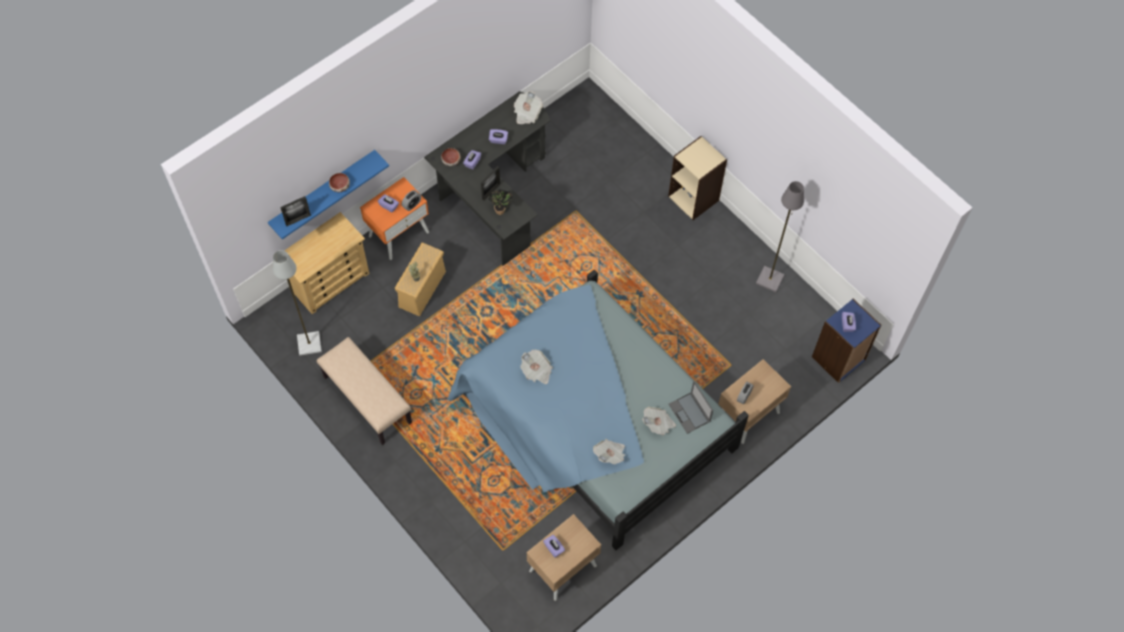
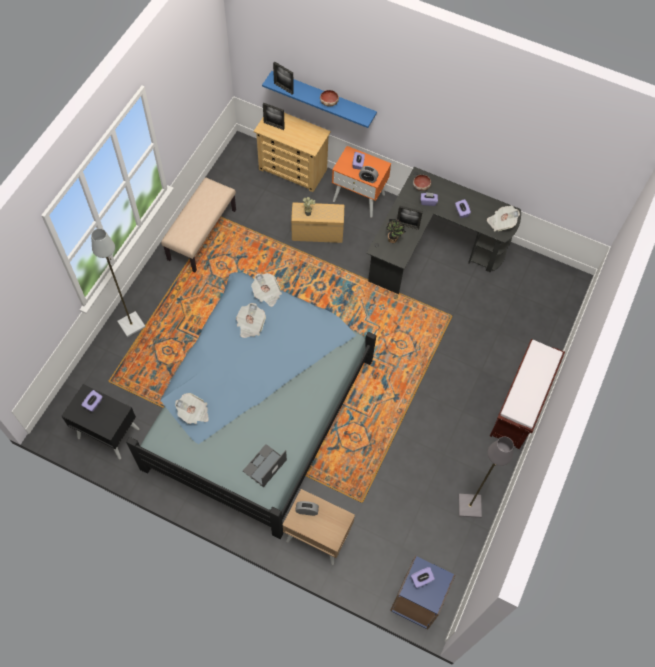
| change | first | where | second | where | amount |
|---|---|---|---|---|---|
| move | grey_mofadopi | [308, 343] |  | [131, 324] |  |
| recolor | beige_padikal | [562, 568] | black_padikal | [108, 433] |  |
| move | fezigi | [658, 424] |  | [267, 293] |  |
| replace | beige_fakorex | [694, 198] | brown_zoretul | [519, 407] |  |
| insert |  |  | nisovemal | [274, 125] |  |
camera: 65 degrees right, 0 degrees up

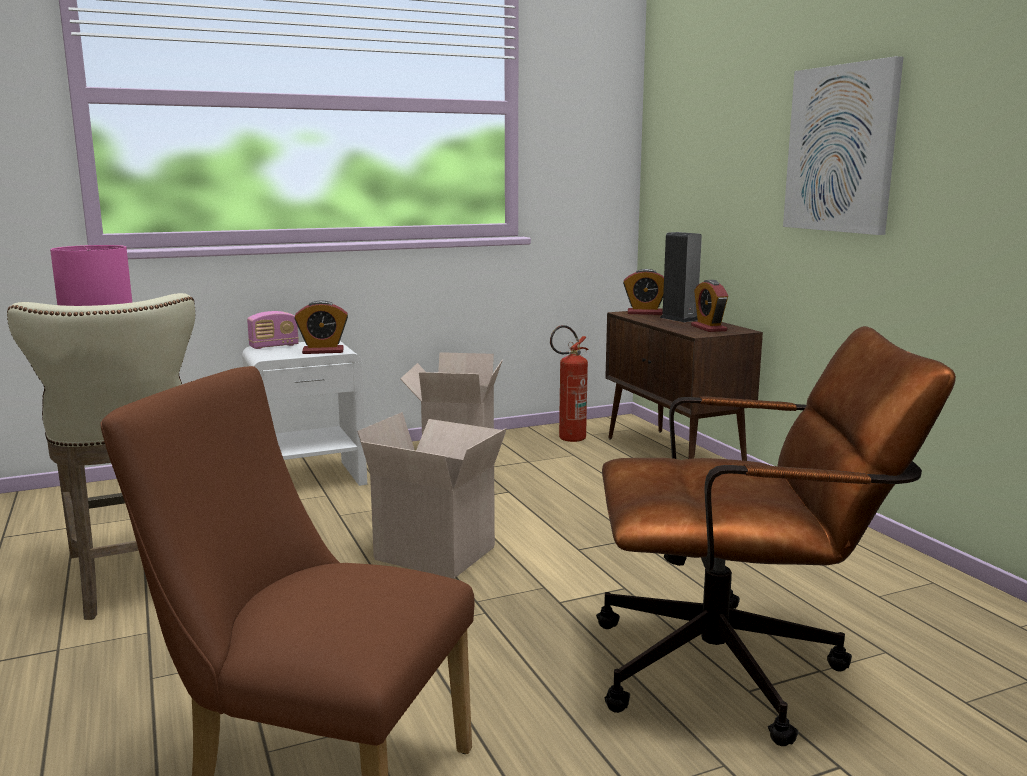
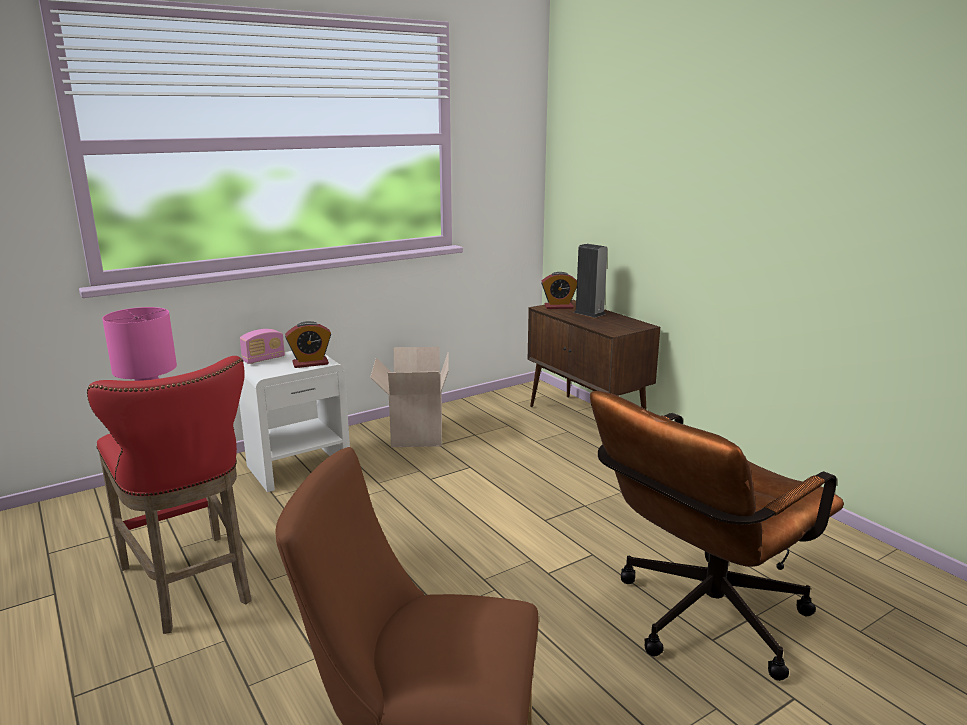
| change | first | where | second | where | amount |
|---|---|---|---|---|---|
| recolor | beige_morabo | [135, 579] | red_morabo | [190, 587] |  |
| delete | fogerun | [438, 552] |  |  |  |
| delete | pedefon | [567, 439] |  |  |  |
| rotate | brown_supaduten | [739, 669] |  | [699, 621] | 150 degrees clockwise |
| delete | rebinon | [708, 328] |  |  |  |
| delete | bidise | [841, 149] |  |  |  |
camera: 10 degrees left, 5 degrees up

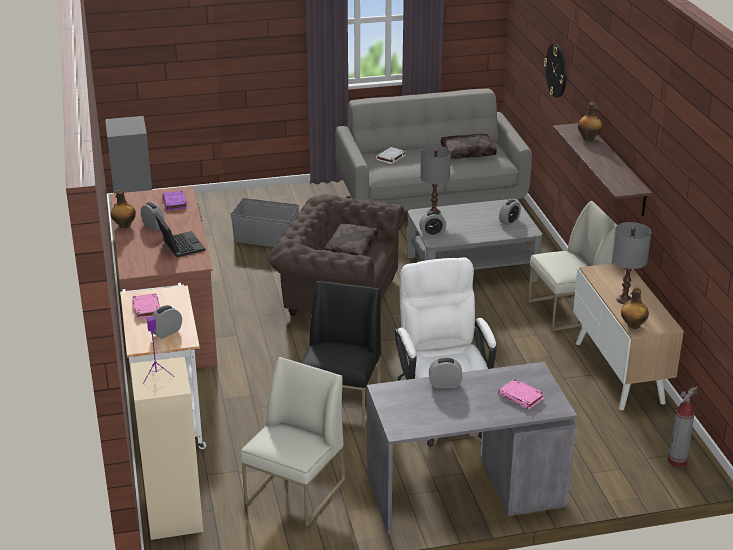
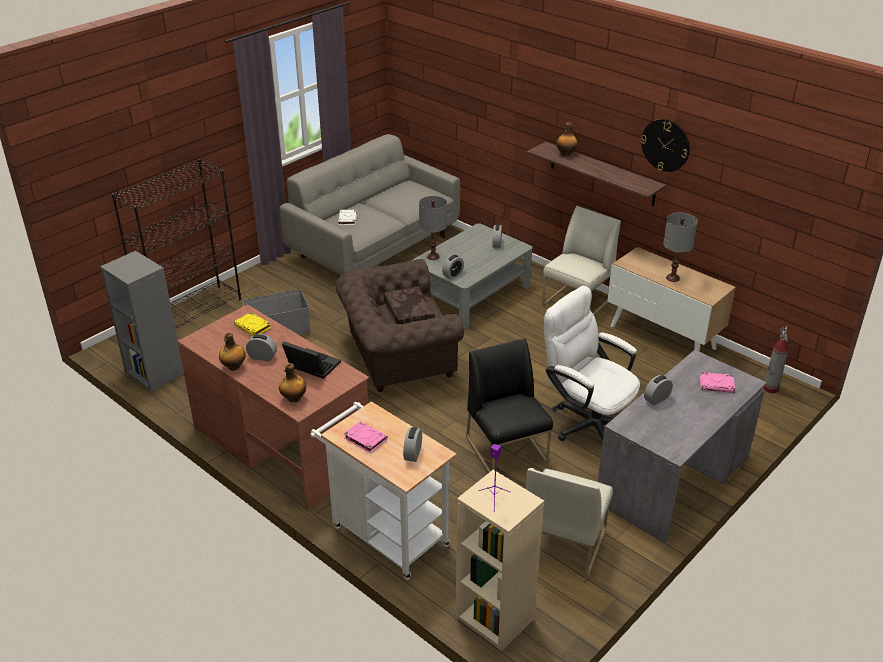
| change | first | where | second | where | amount |
|---|---|---|---|---|---|
| recolor | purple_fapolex | [175, 203] | yellow_fapolex | [253, 327] |  |
| rotate | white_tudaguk | [295, 492] |  | [562, 545] | 150 degrees counterclockwise |
| delete | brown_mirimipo | [468, 152] |  |  |  |
| move | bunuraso | [556, 70] |  | [665, 145] |  |
| move | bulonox | [633, 325] |  | [293, 398] |  |
| insert |  |  | black_fakorex | [192, 312] |  |
camera: 35 degrees left, 5 degrees up

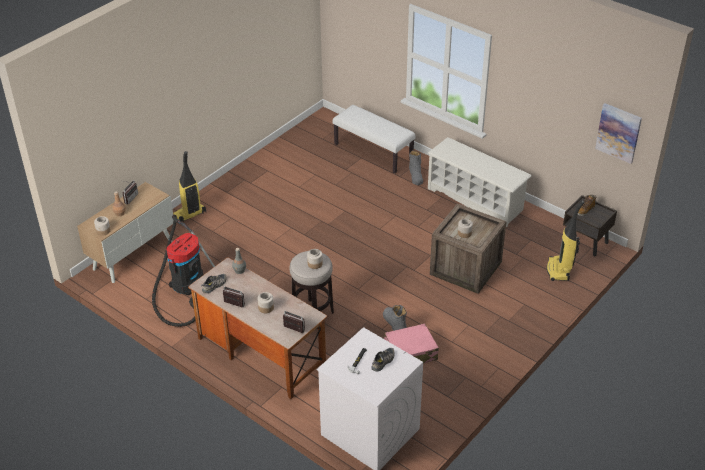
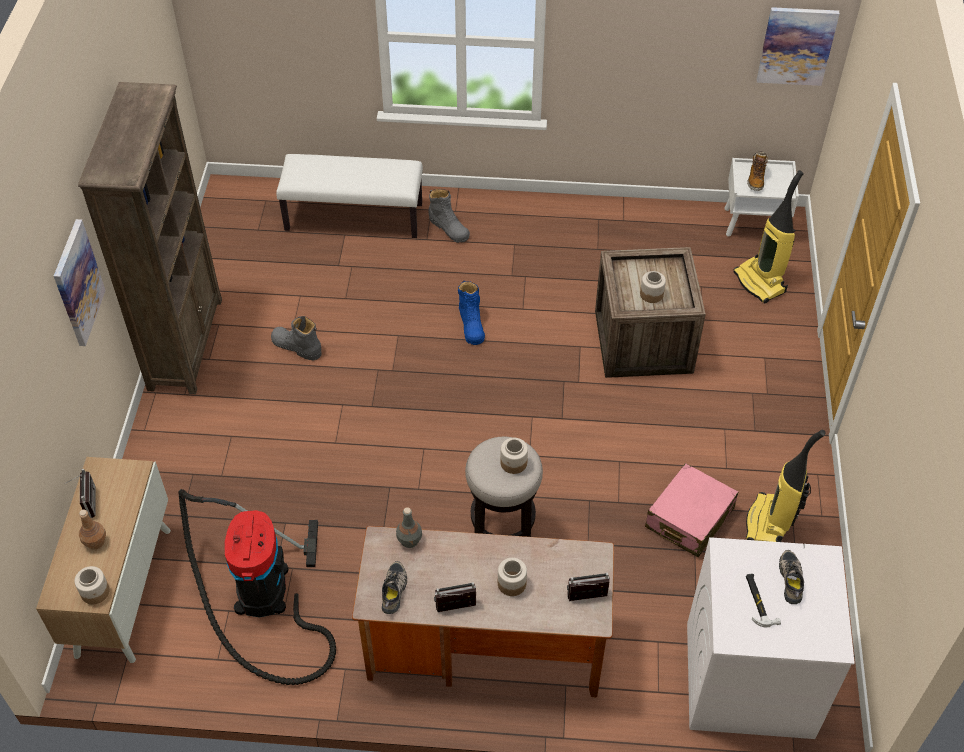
| change | first | where | second | where | amount |
|---|---|---|---|---|---|
| move | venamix | [189, 215] |  | [769, 523] |  |
| move | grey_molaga | [394, 323] |  | [296, 347] |  |
| delete | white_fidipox | [475, 199] |  |  |  |
| recolor | brown_padikal | [586, 242] | white_padikal | [755, 223] |  |
| insert |  |  | bidise | [77, 283] |  |
| insert |  |  | brown_fakorex | [186, 343] |  |
| insert |  |  | blue_molaga | [471, 325] |  |
camera: 35 degrees left, 10 degrees up

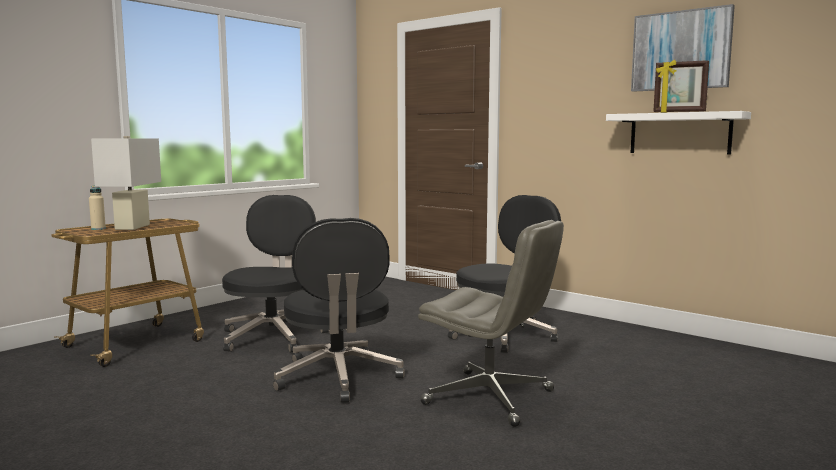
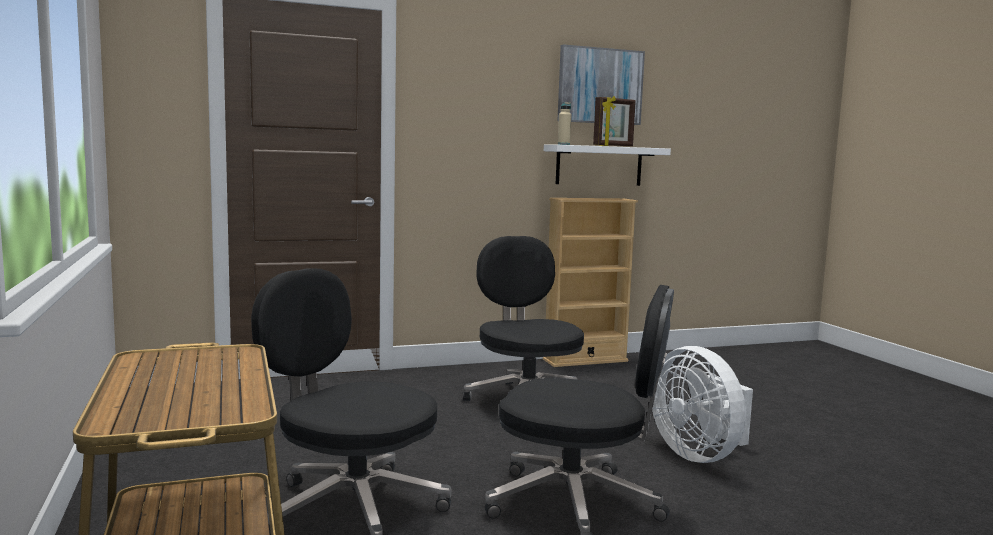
| change | first | where | second | where | amount |
|---|---|---|---|---|---|
| move | beige_bulonox | [98, 229] |  | [563, 144] |  |
| delete | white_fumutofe | [132, 227] |  |  |  |
| replace | grey_supaduten | [490, 398] | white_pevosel | [699, 454] |  |
| insert |  |  | beige_fakorex | [585, 360] |  |
camera: 60 degrees left, 0 degrees up

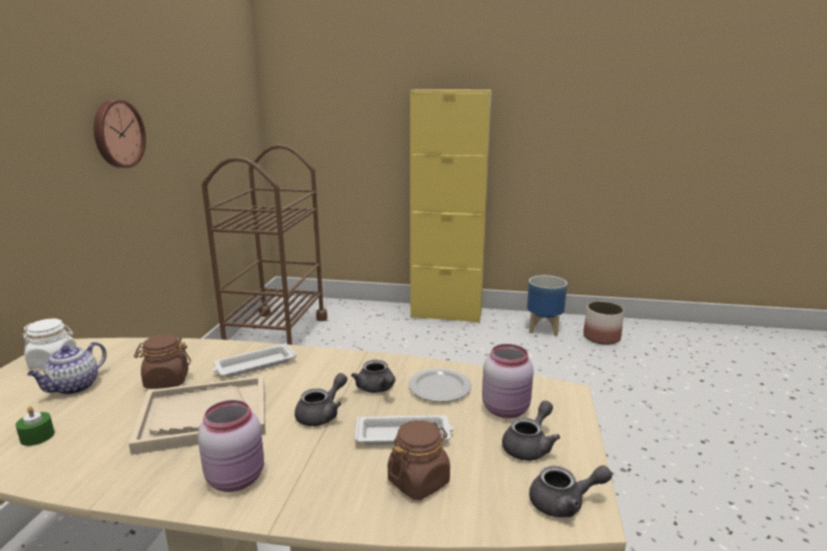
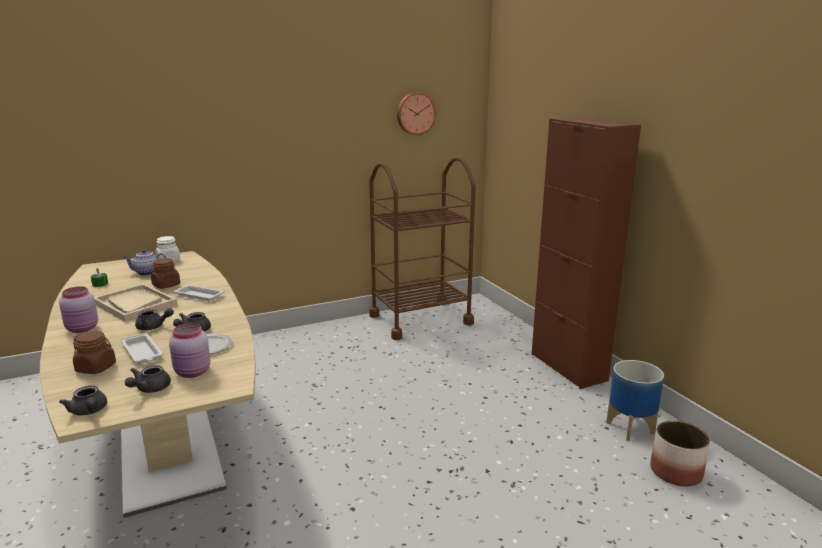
| change | first | where | second | where | amount |
|---|---|---|---|---|---|
| move | bunuraso | [117, 134] |  | [415, 113] |  |
| recolor | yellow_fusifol | [446, 314] | brown_fusifol | [568, 367] |  |
| rotate | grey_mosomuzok | [530, 446] |  | [149, 389] | 105 degrees clockwise |
camera: 55 degrees right, 0 degrees up

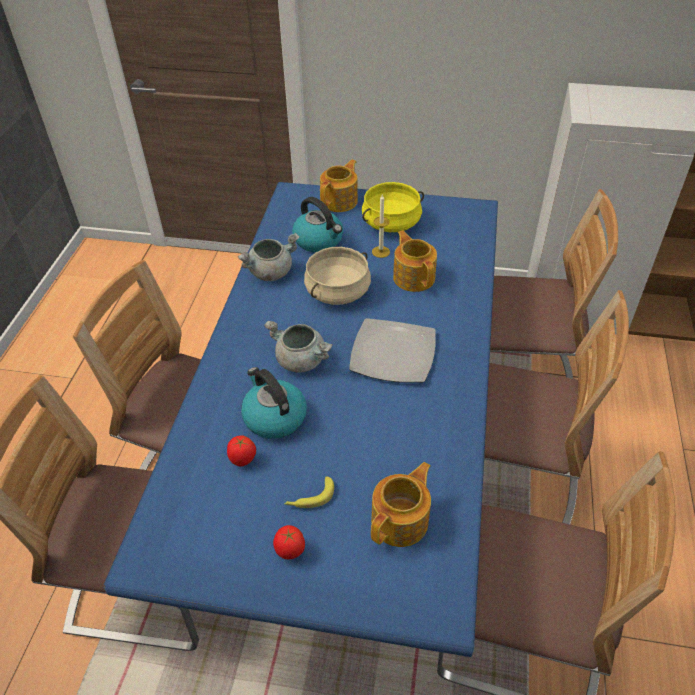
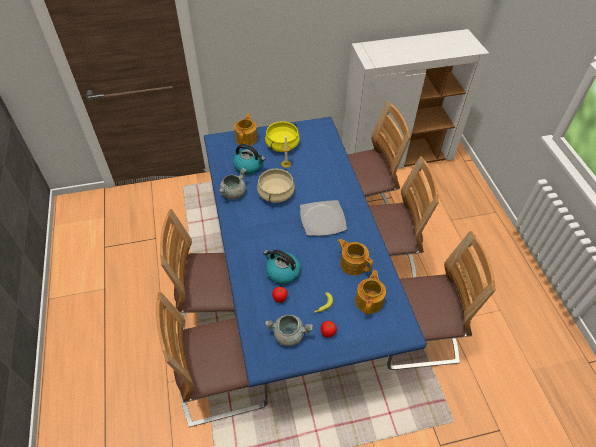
| change | first | where | second | where | amount |
|---|---|---|---|---|---|
| move | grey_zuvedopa | [301, 360] |  | [289, 334] |  |
| move | mosomuzok | [414, 277] |  | [353, 263] |  |
camera: 25 degrees left, 5 degrees up

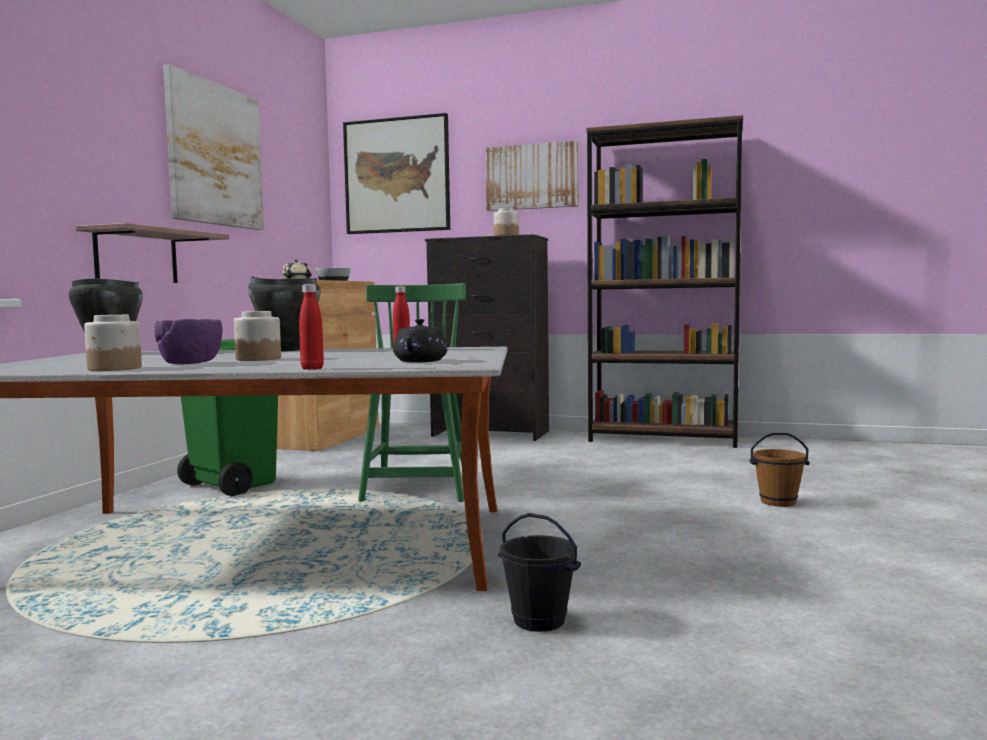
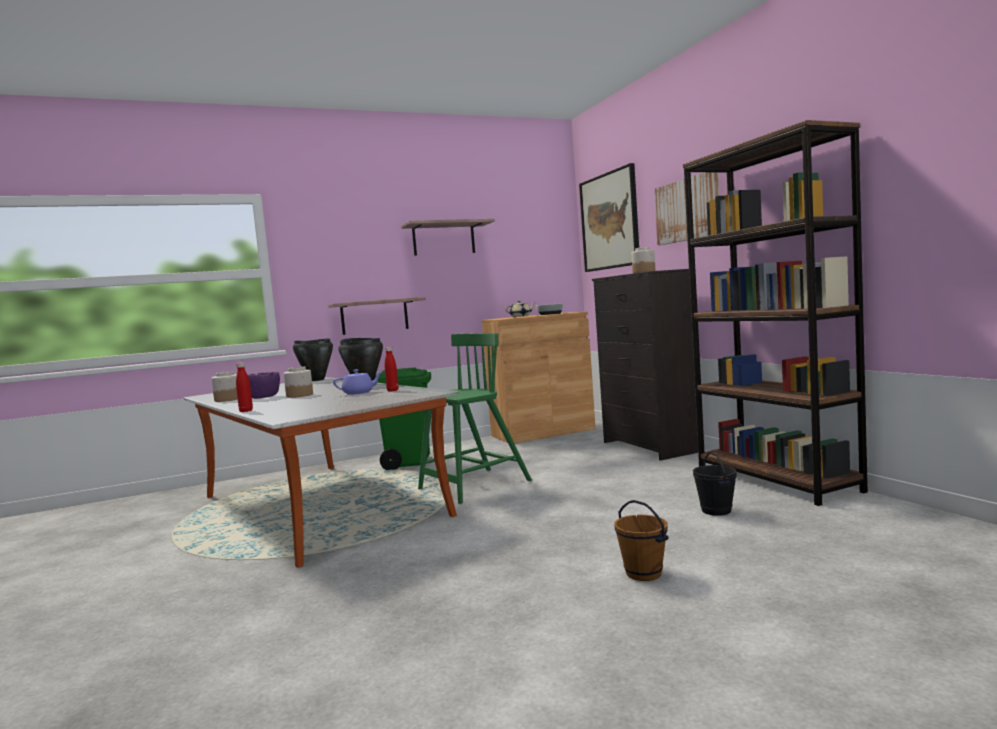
| change | first | where | second | where | amount |
|---|---|---|---|---|---|
| replace | bidise | [215, 155] | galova | [443, 239] |  |
| delete | black_mosomuzok | [421, 361] |  |  |  |
| move | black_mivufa | [539, 620] |  | [717, 511] |  |
| insert |  |  | purple_mosomuzok | [359, 393] |  |
camera: 50 degrees right, 0 degrees up

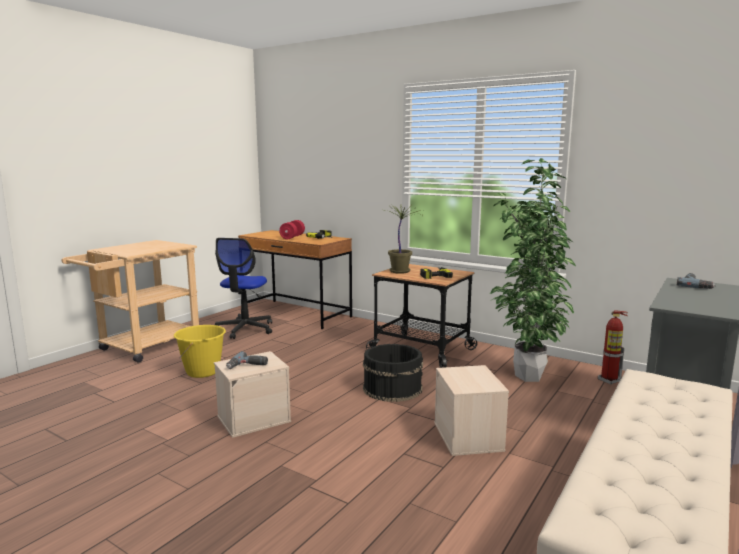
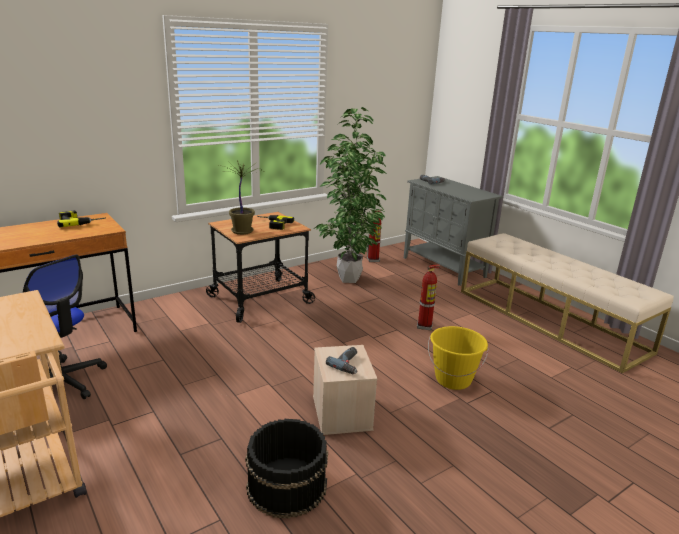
| change | first | where | second | where | amount |
|---|---|---|---|---|---|
| move | yellow_mivufa | [203, 372] |  | [453, 380] |  |
| delete | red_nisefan | [292, 237] |  |  |  |
| move | black_mivufa | [392, 388] |  | [286, 485] |  |
| replace | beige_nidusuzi | [469, 437] | pedefon | [425, 326] |  |
camera: 70 degrees left, 10 degrees up

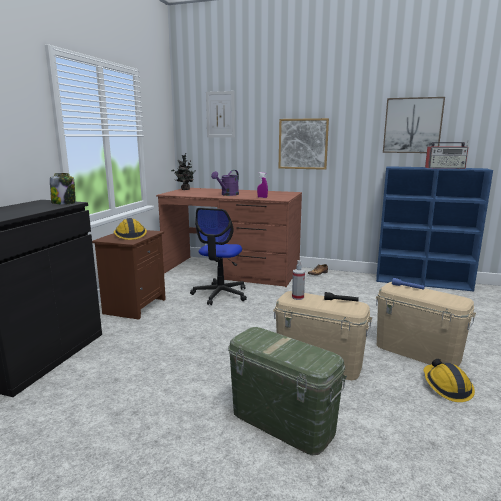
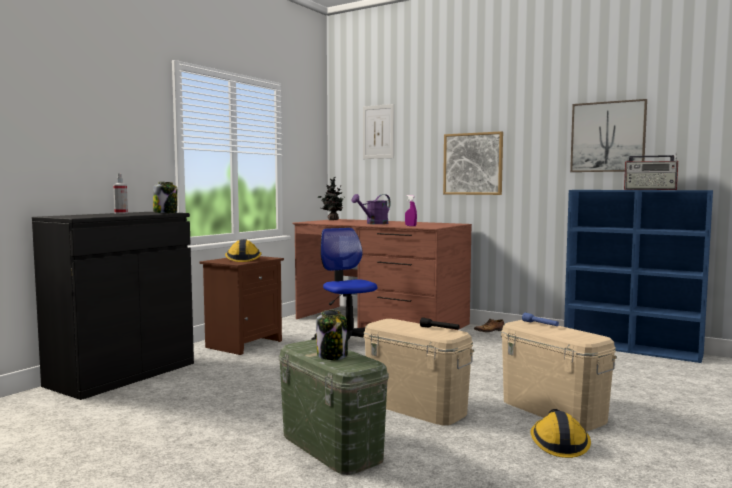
| change | first | where | second | where | amount |
|---|---|---|---|---|---|
| rotate | supaduten | [220, 294] |  | [348, 341] | 120 degrees clockwise |
| move | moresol | [298, 297] |  | [121, 213] |  |
| insert |  |  | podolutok | [332, 355] |  |
camera: 15 degrees right, 10 degrees down

